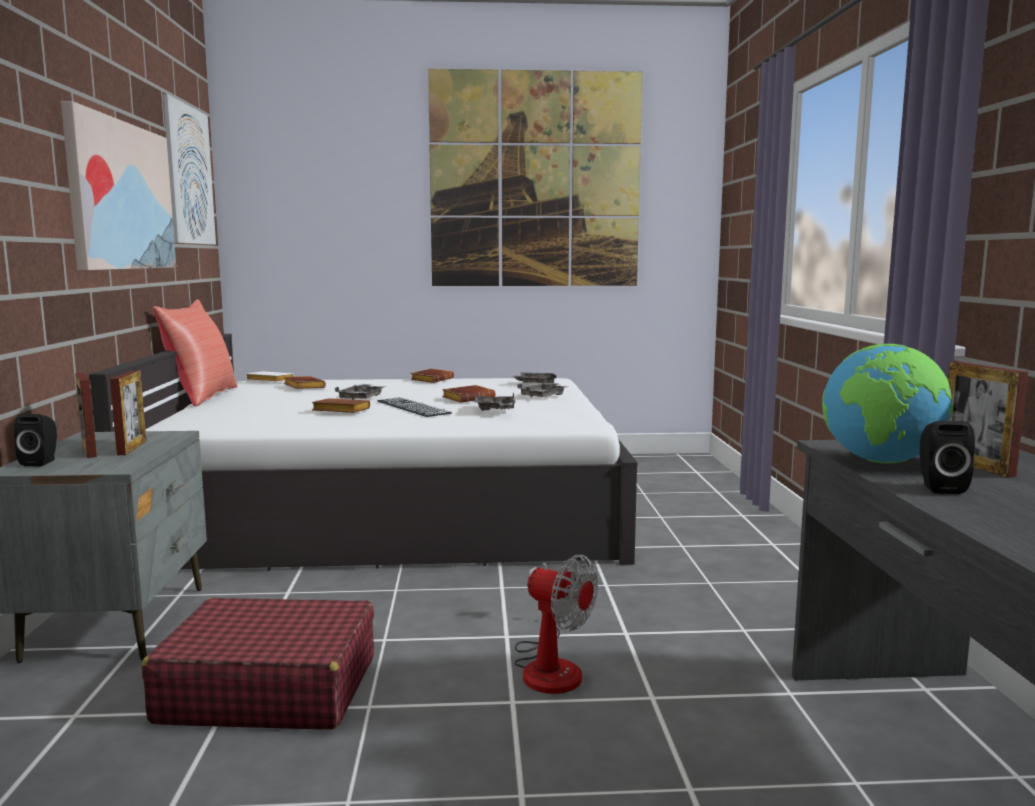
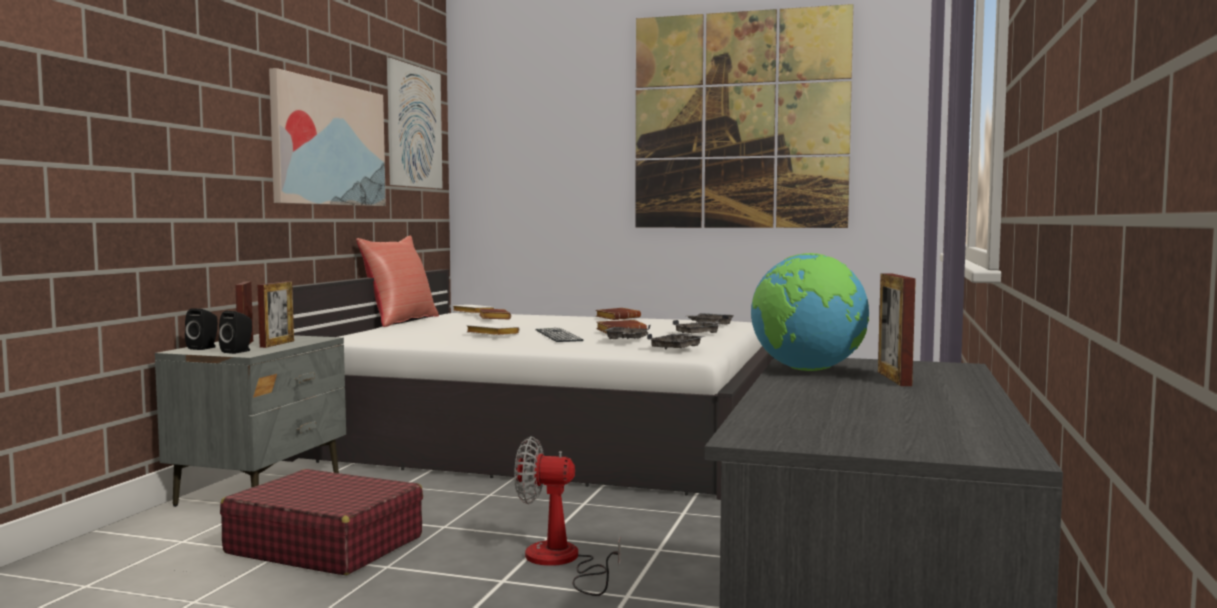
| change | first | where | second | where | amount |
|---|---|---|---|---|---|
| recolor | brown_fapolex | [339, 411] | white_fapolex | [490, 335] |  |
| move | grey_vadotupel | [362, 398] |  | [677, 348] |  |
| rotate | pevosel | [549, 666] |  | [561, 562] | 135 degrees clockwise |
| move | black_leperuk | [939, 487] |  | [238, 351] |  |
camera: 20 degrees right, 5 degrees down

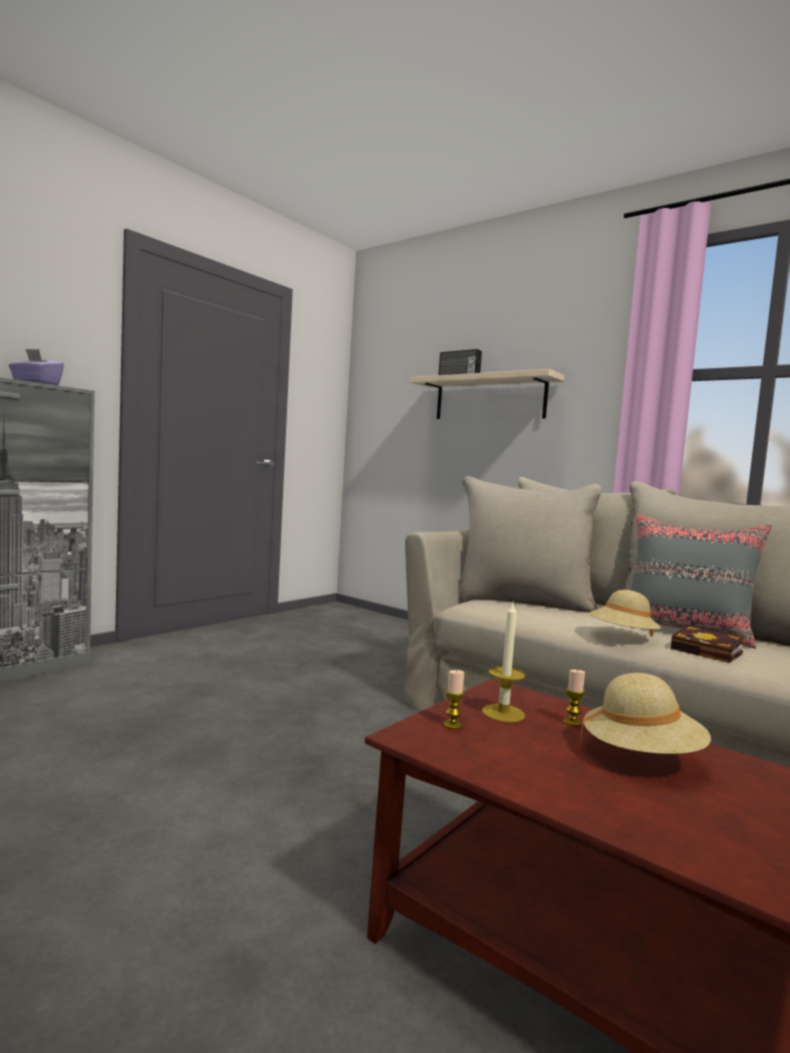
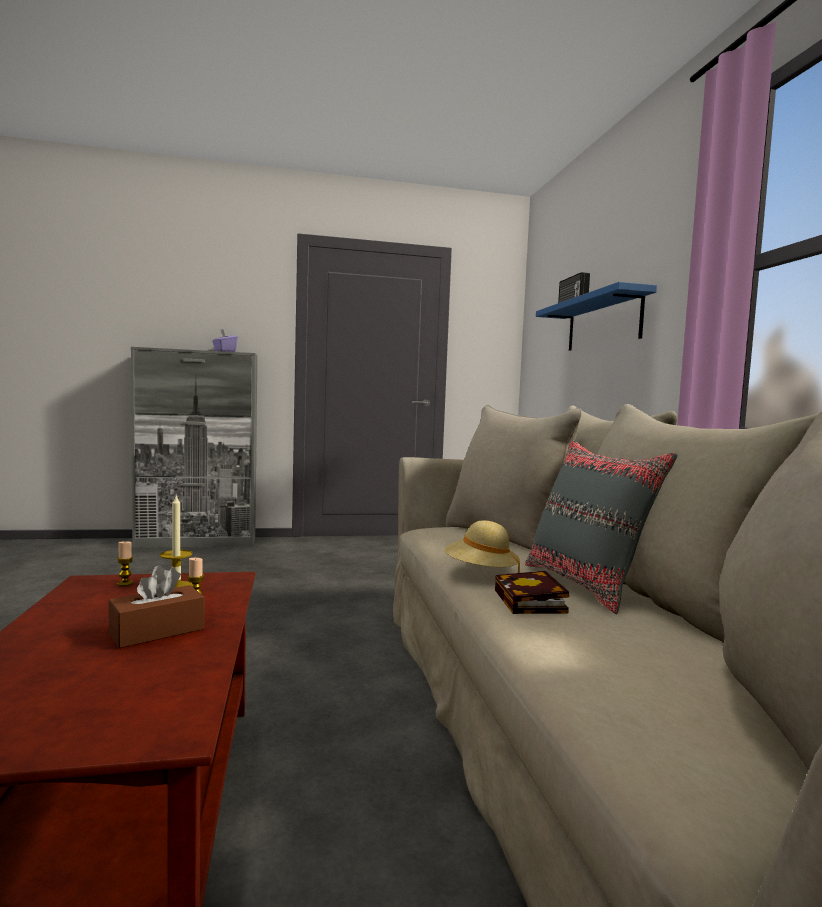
| change | first | where | second | where | amount |
|---|---|---|---|---|---|
| recolor | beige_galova | [489, 398] | blue_galova | [603, 323] |  |
| replace | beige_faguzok | [641, 756] | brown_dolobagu | [157, 631] |  |
camera: 40 degrees right, 0 degrees up

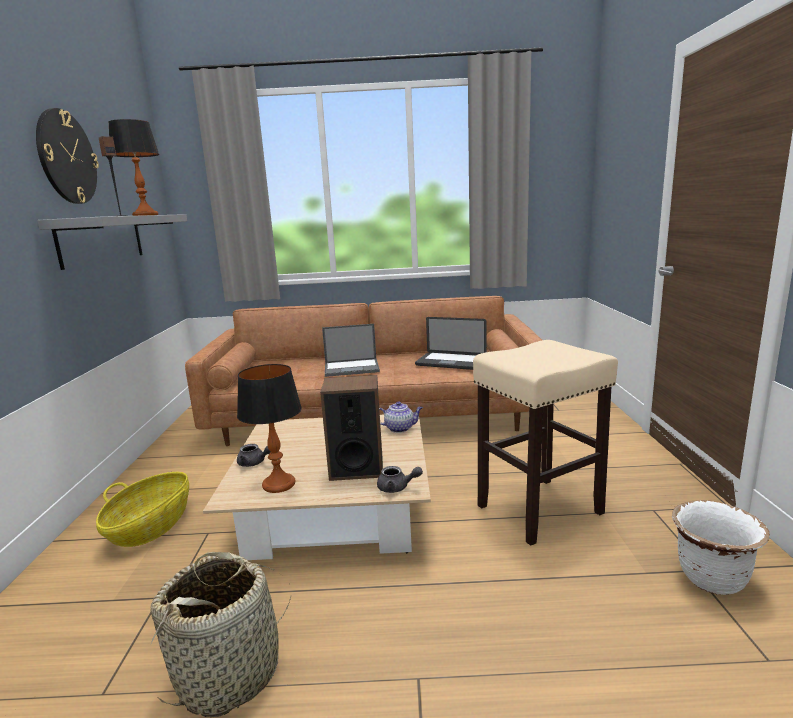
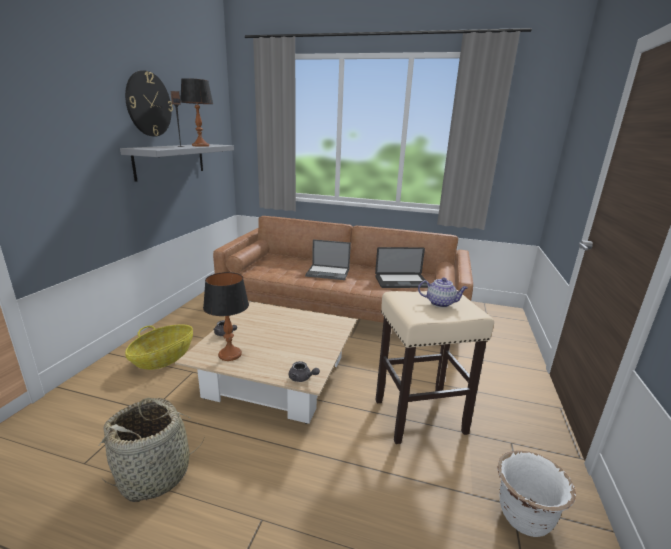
| change | first | where | second | where | amount |
|---|---|---|---|---|---|
| delete | leperuk | [356, 468] |  |  |  |
| move | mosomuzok | [400, 428] |  | [441, 303] |  |
| rotate | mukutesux | [450, 362] |  | [401, 282] | 45 degrees counterclockwise |
camera: 15 degrees right, 5 degrees up

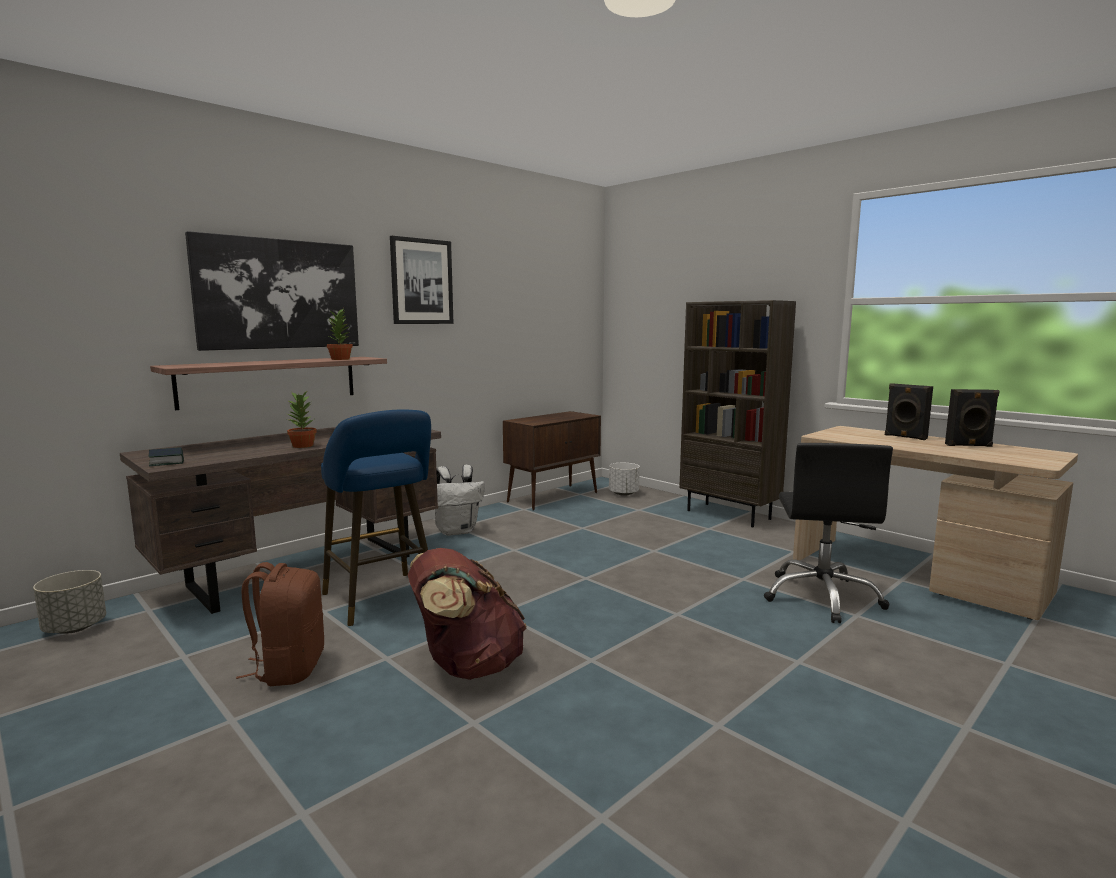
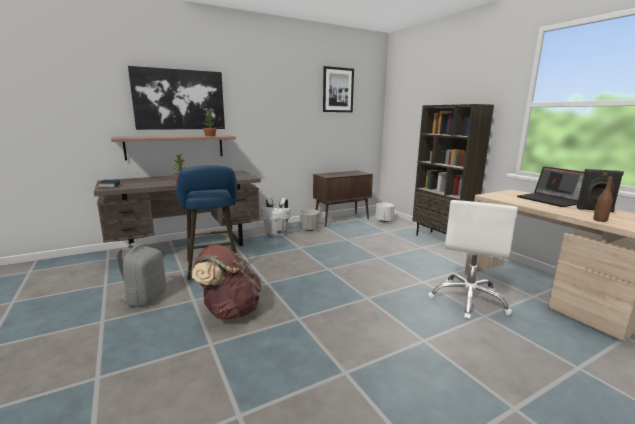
| change | first | where | second | where | amount |
|---|---|---|---|---|---|
| move | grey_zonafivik | [75, 627] |  | [309, 229] |  |
| recolor | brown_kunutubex | [289, 668] | grey_kunutubex | [145, 298] |  |
| move | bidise | [421, 281] |  | [338, 90] |  |
| recolor | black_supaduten | [822, 597] | white_supaduten | [468, 300] |  |
| replace | black_leperuk | [905, 437] | mukutesux | [551, 200] |  |
| insert |  |  | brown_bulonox | [600, 220] |  |
camera: 15 degrees right, 5 degrees up

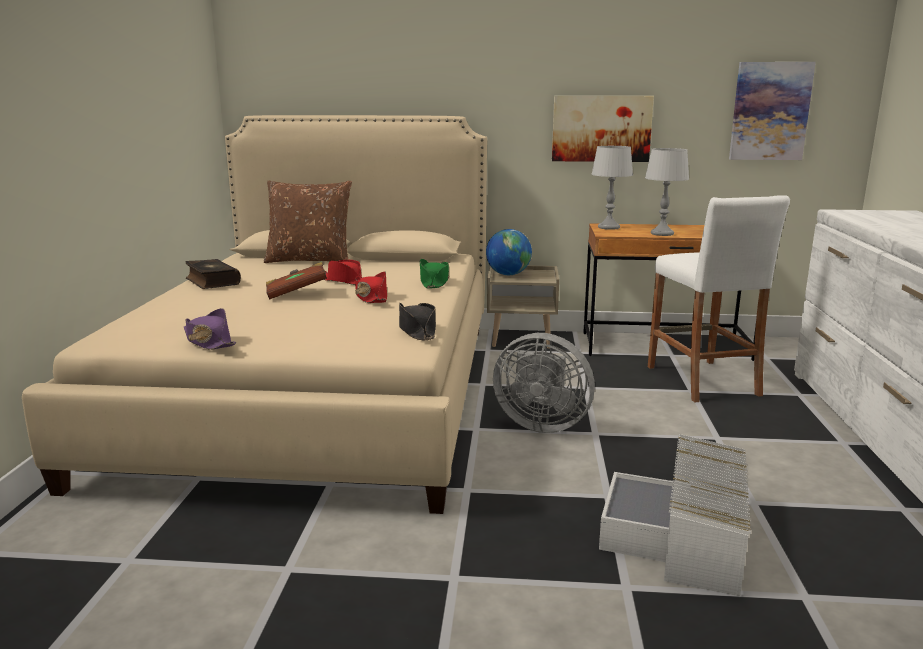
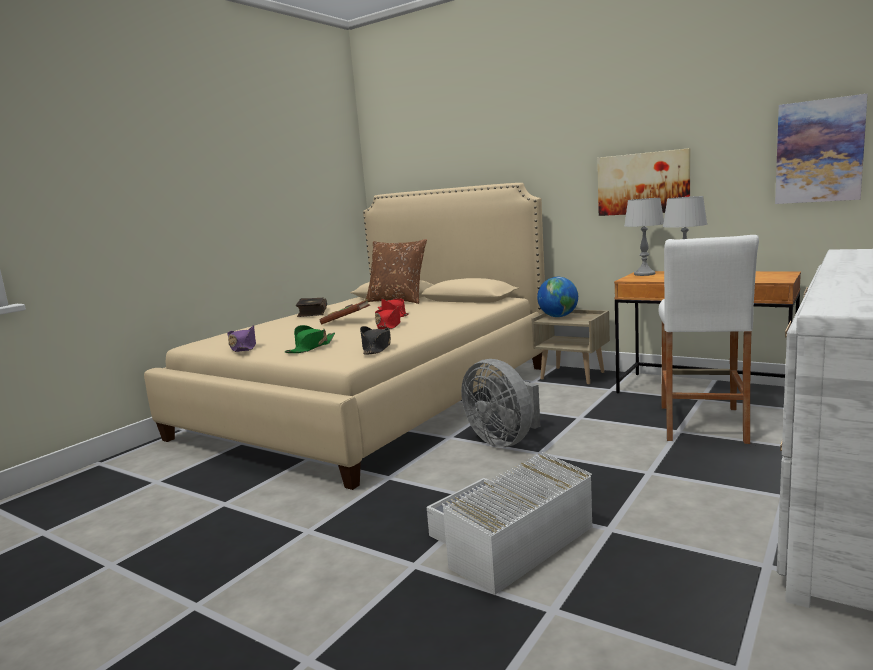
| change | first | where | second | where | amount |
|---|---|---|---|---|---|
| move | green_faguzok | [434, 282] |  | [311, 347] |  |
camera: 30 degrees right, 5 degrees down

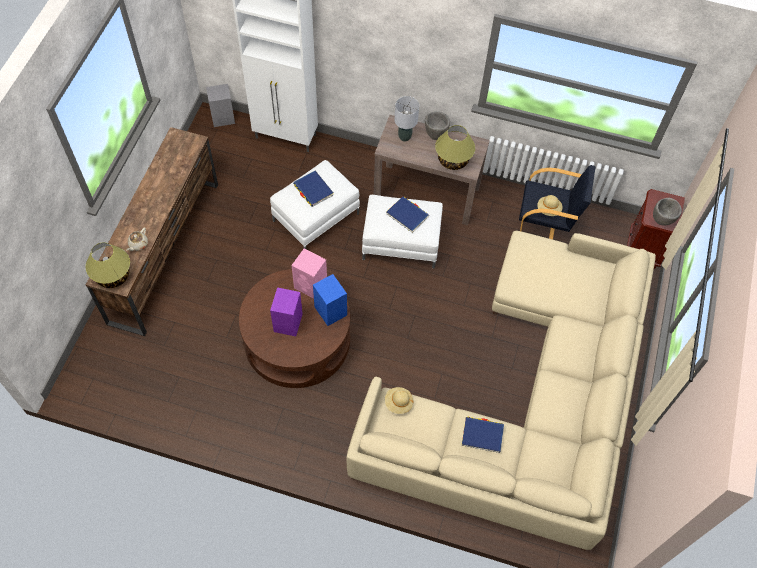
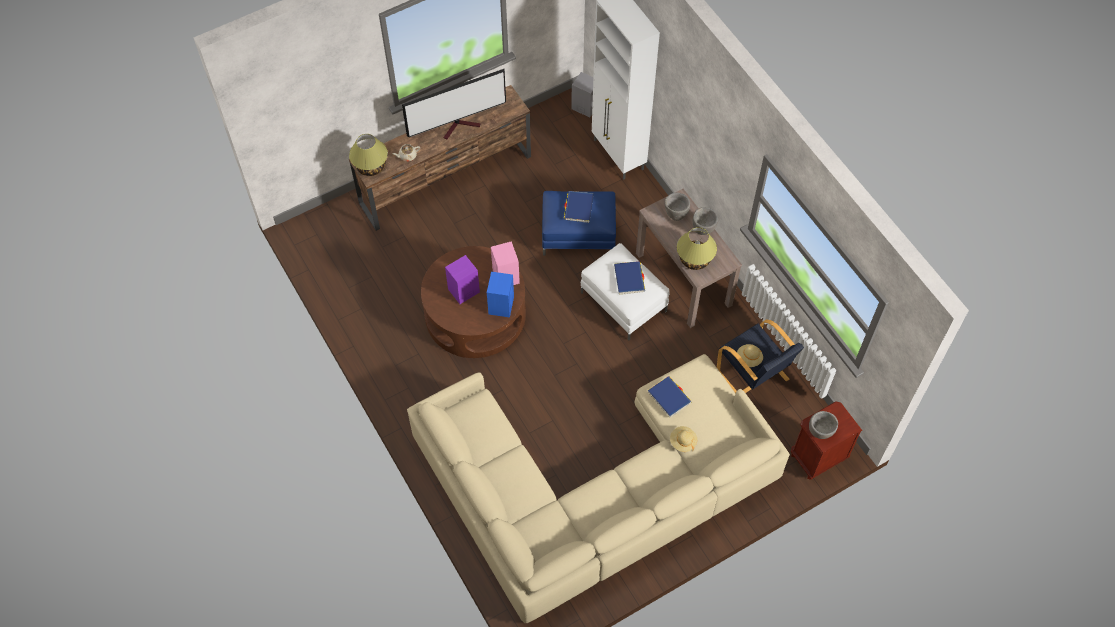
| change | first | where | second | where | amount |
|---|---|---|---|---|---|
| recolor | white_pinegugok | [316, 217] | blue_pinegugok | [578, 234] |  |
| move | beige_faguzok | [398, 403] |  | [682, 442] |  |
| replace | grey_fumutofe | [404, 137] | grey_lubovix | [676, 214] |  |
| move | blue_fapolex | [482, 435] |  | [669, 397] |  |
| insert |  |  | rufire | [460, 126] |  |
camera: 45 degrees right, 0 degrees up

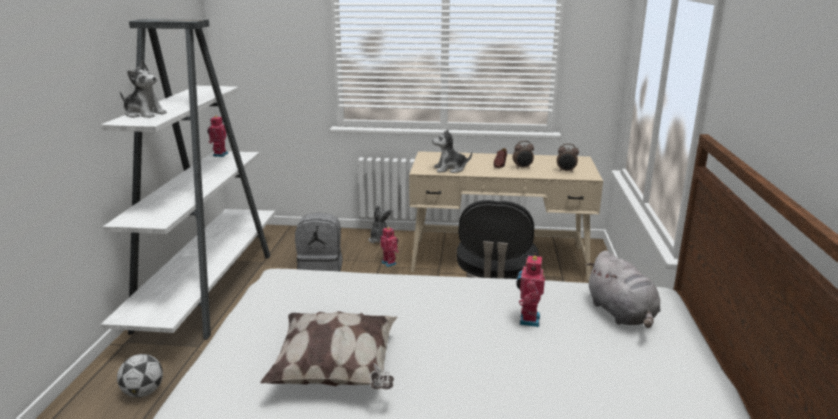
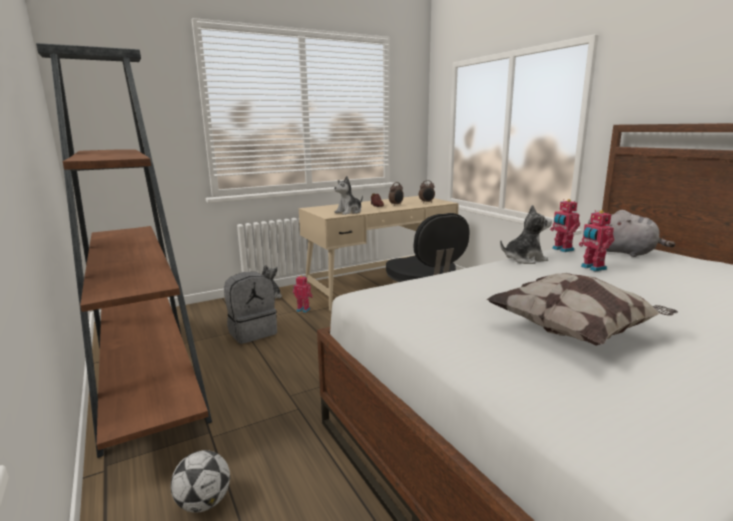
| change | first | where | second | where | amount |
|---|---|---|---|---|---|
| recolor | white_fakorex | [208, 289] | brown_fakorex | [147, 381] |  |
| move | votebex | [144, 114] |  | [524, 259] |  |
| move | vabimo | [219, 155] |  | [562, 249] |  |
camera: 35 degrees left, 5 degrees down

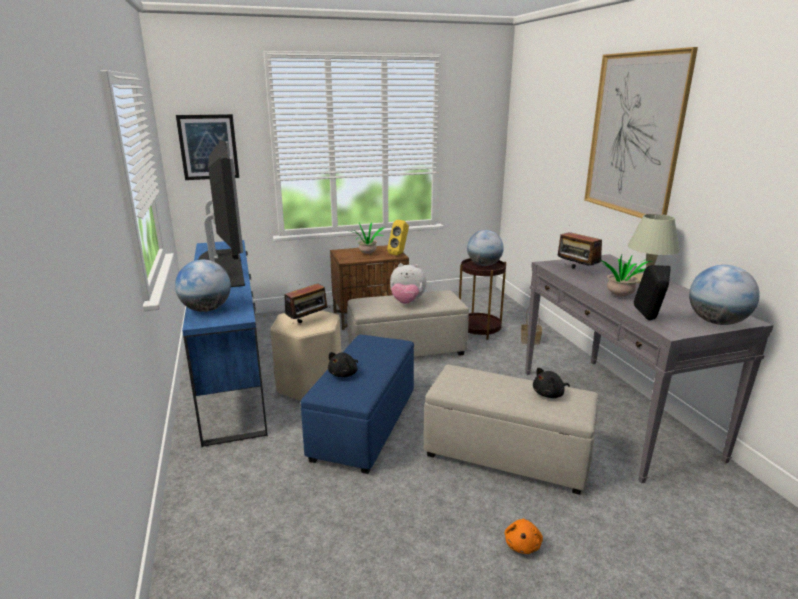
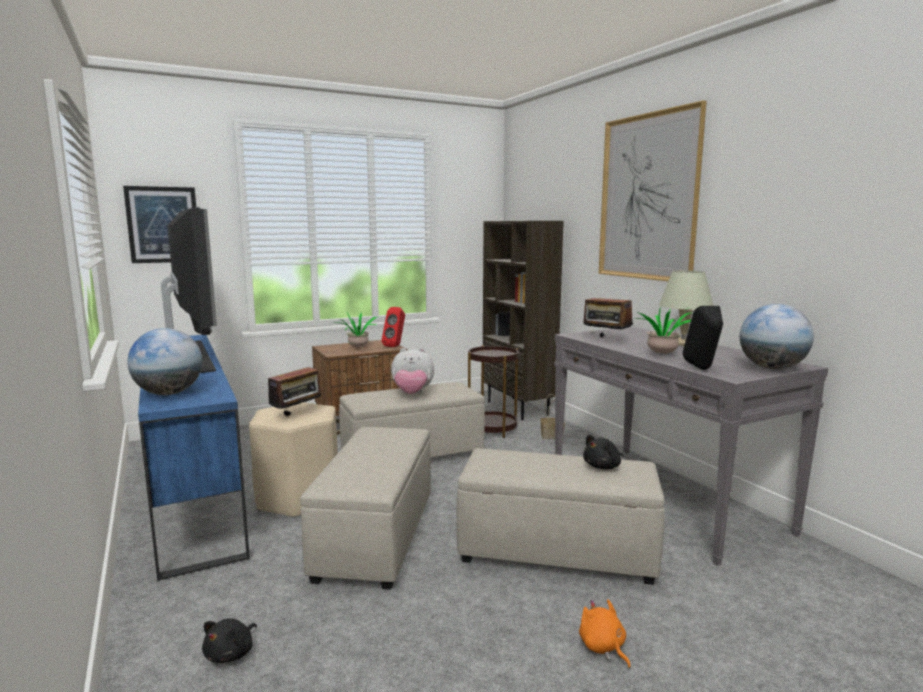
| change | first | where | second | where | amount |
|---|---|---|---|---|---|
| recolor | blue_pinegugok | [364, 425] | beige_pinegugok | [376, 535] |  |
| move | black_votebex | [344, 374] |  | [231, 654] |  |
| recolor | yellow_leperuk | [399, 254] | red_leperuk | [395, 346] |  |
| delete | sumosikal | [484, 265] |  |  |  |
| rotate | orange_votebex | [522, 544] |  | [603, 647] | 150 degrees clockwise |
| insert |  |  | brown_fakorex | [518, 408] |  |
camera: 10 degrees left, 10 degrees down

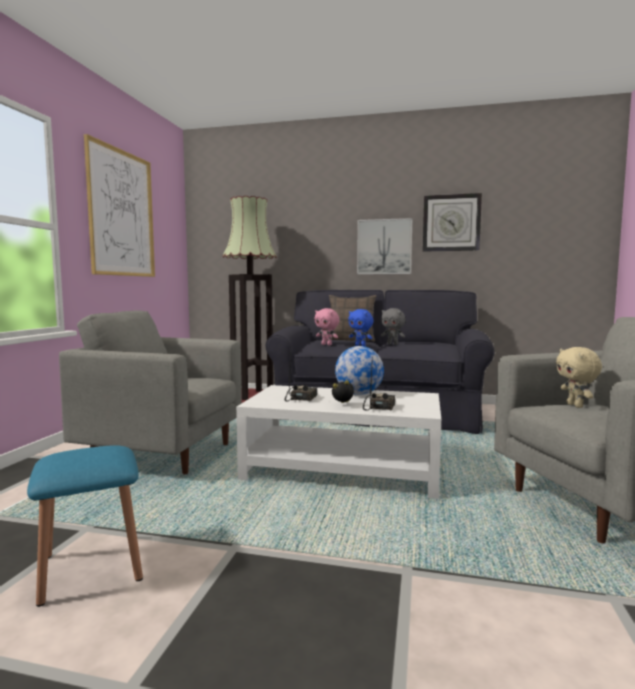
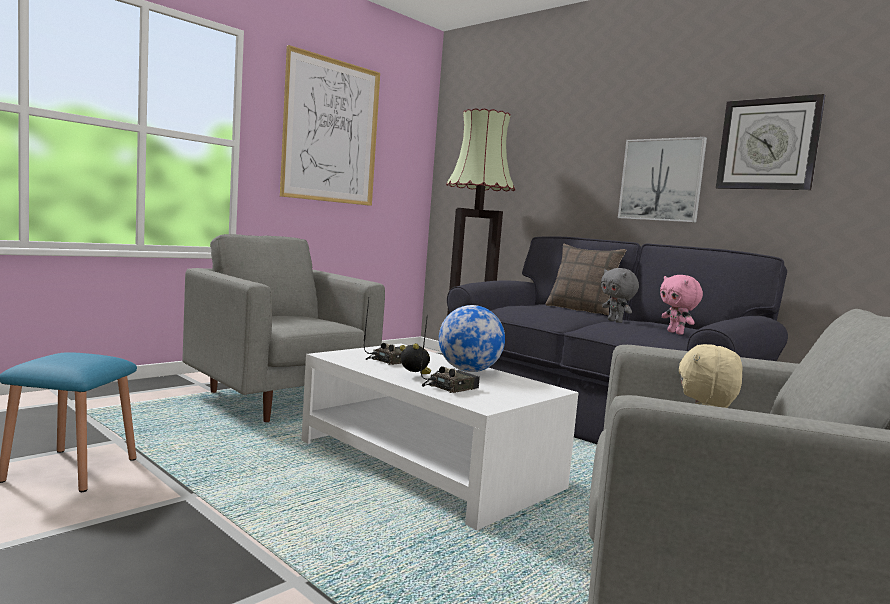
| change | first | where | second | where | amount |
|---|---|---|---|---|---|
| move | pink_votebex | [327, 344] |  | [676, 333] |  |
| delete | blue_votebex | [360, 345] |  |  |  |
camera: 30 degrees right, 0 degrees up

